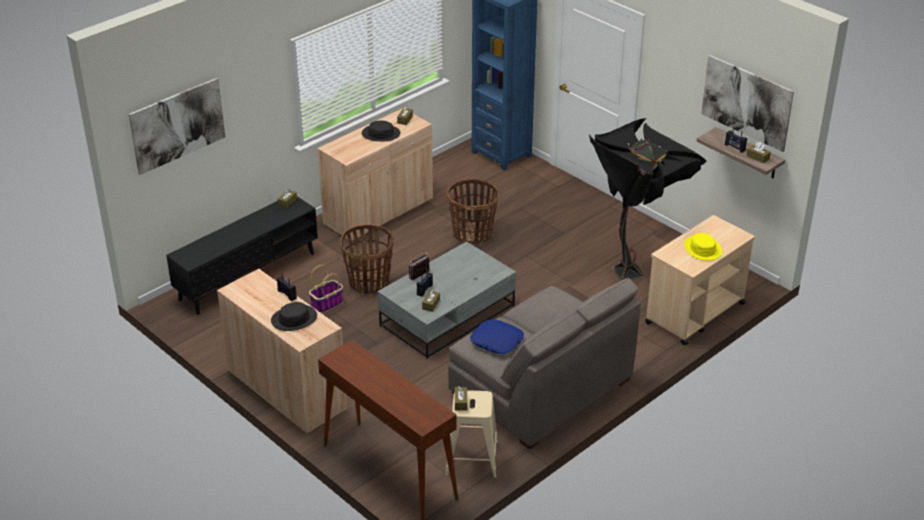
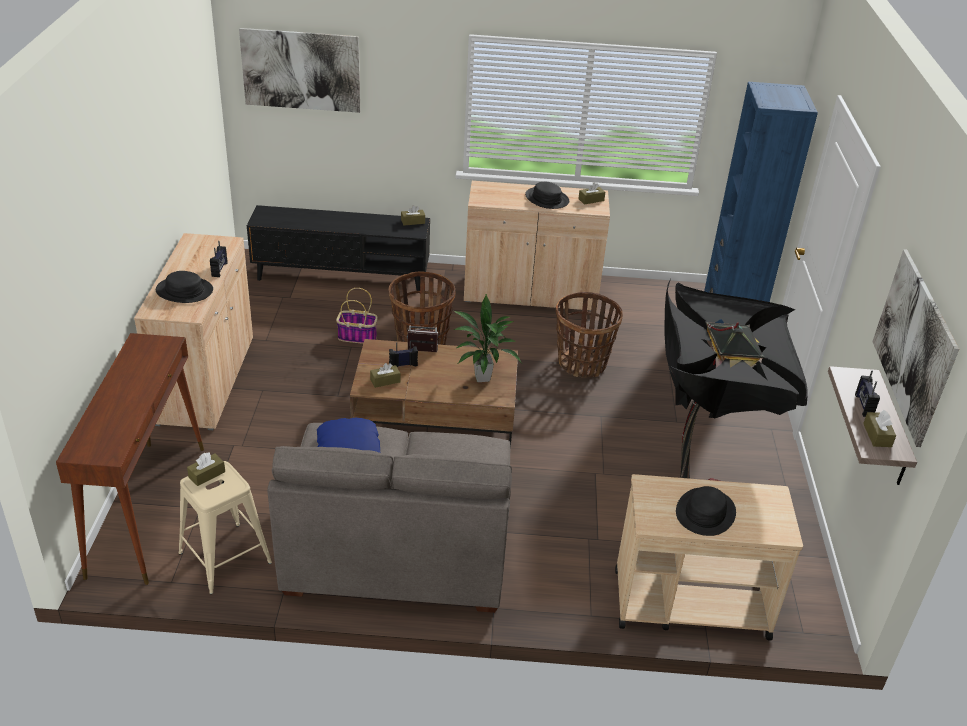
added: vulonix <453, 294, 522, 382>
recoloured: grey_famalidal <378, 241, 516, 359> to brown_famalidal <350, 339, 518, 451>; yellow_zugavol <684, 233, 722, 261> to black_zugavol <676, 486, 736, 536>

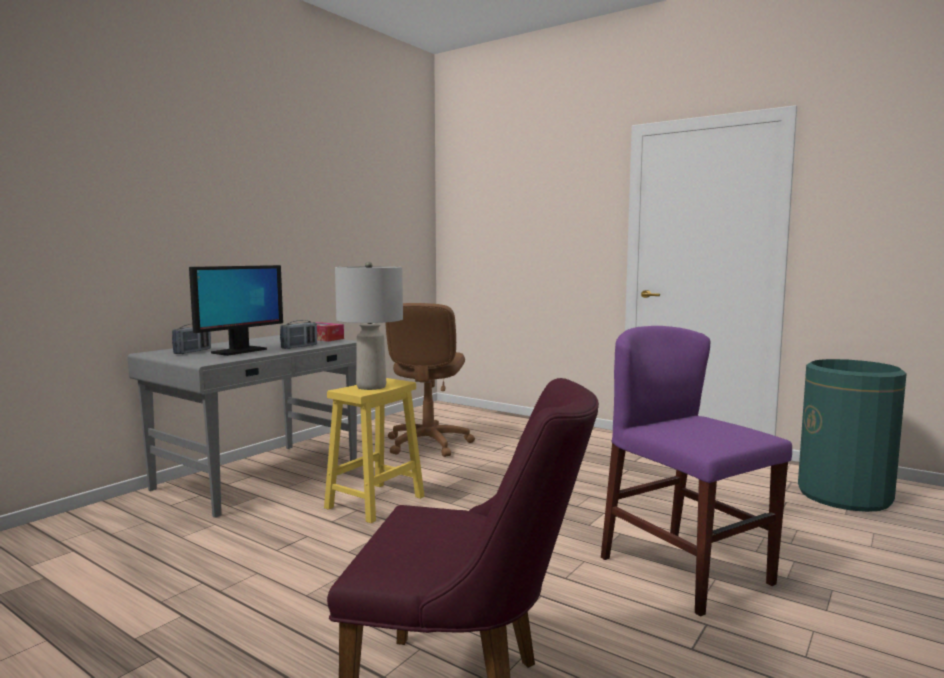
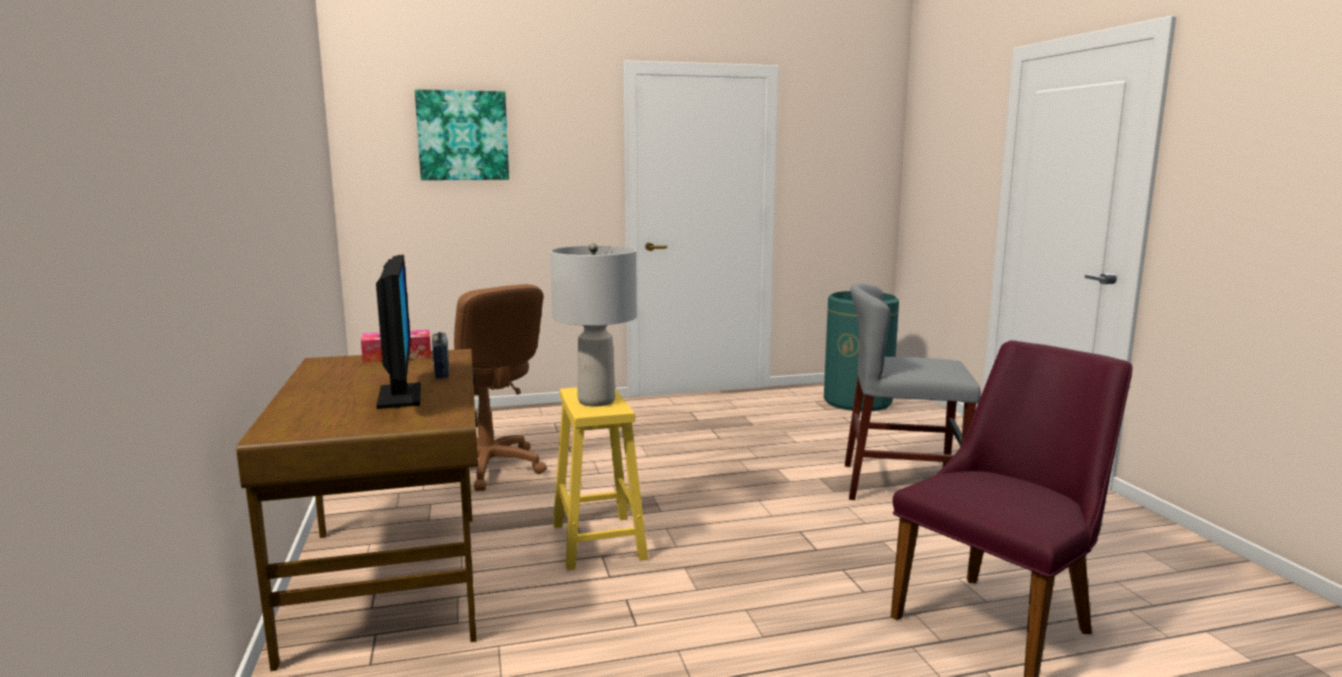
removed: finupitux <172, 324, 211, 354>
added: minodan <415, 89, 509, 180>
recoloured: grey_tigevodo <128, 335, 357, 518> to brown_tigevodo <236, 349, 478, 671>; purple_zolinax <601, 326, 792, 617> to grey_zolinax <845, 284, 981, 500>

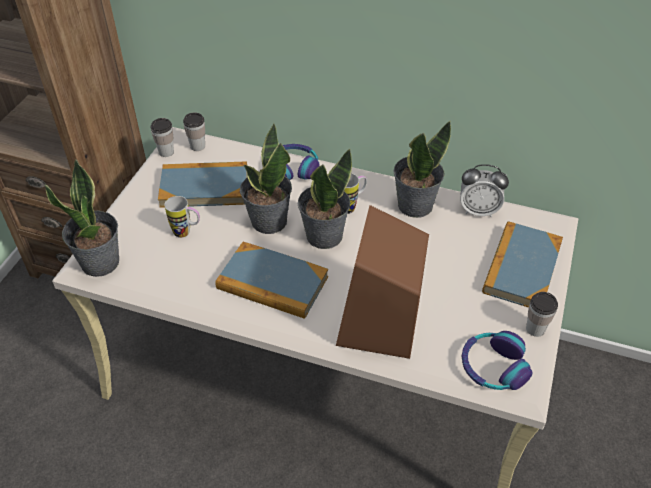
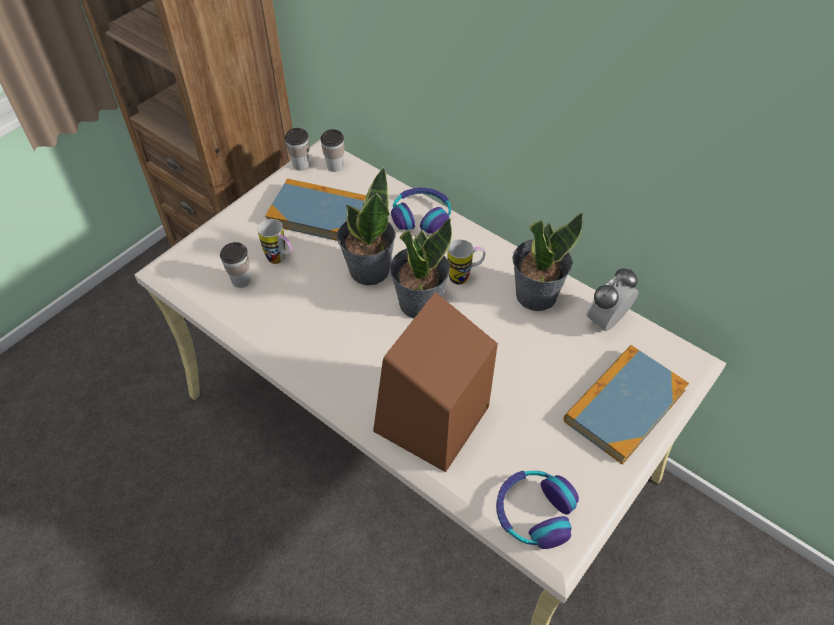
removed: vulonix <45, 159, 119, 277>; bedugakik <216, 242, 328, 319>
moved: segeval <526, 292, 558, 337> to <220, 242, 250, 288>
turned: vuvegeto <460, 164, 509, 217> = <586, 269, 639, 331> 105 degrees clockwise

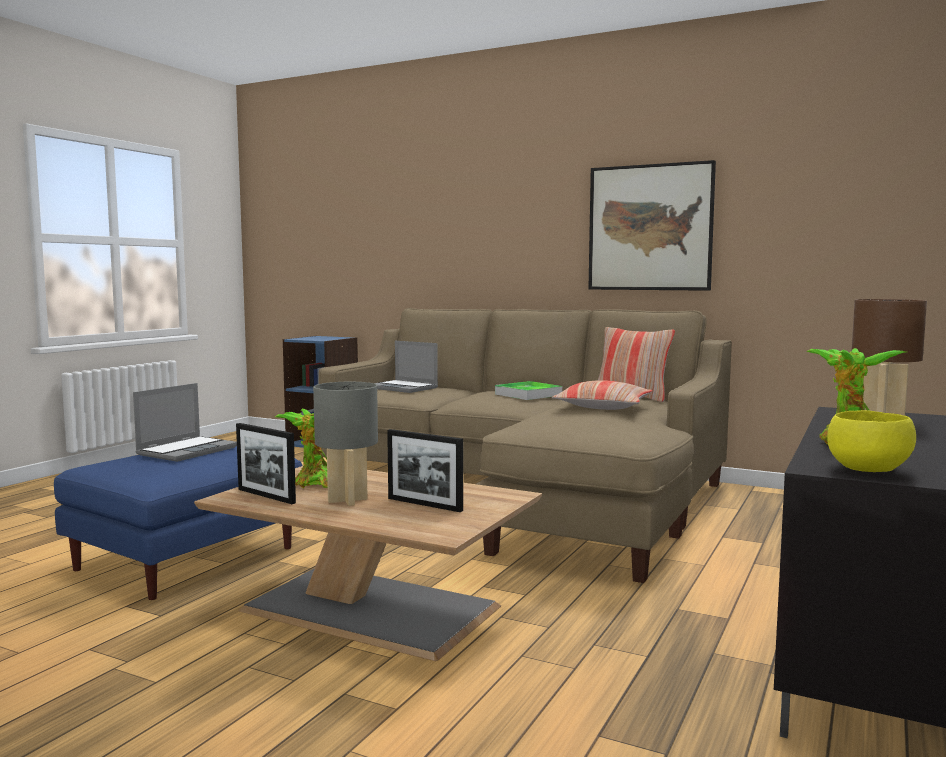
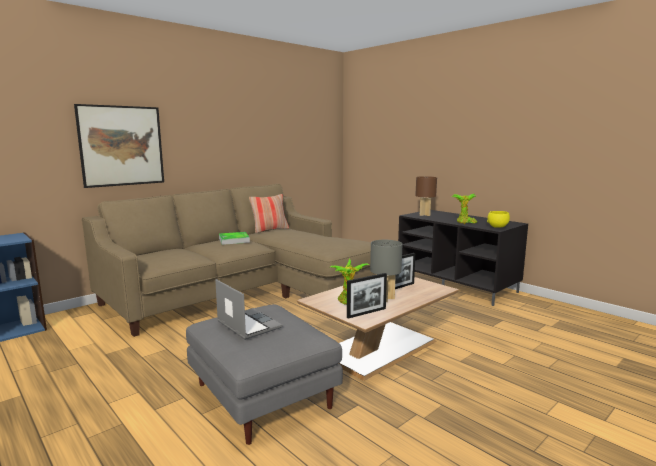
removed: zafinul <374, 341, 438, 393>; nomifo <552, 380, 653, 410>
moved: minodan <588, 160, 716, 291> to <74, 104, 164, 188>
recoloured: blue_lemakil <54, 446, 303, 600> to grey_lemakil <186, 304, 343, 445>

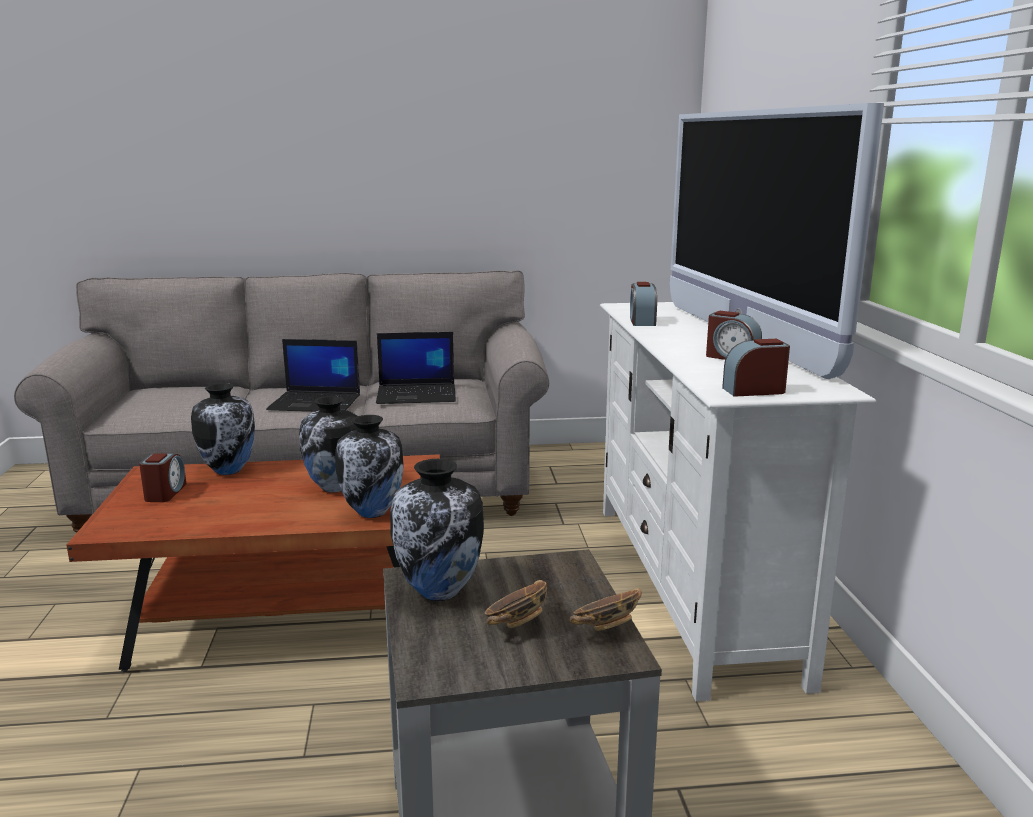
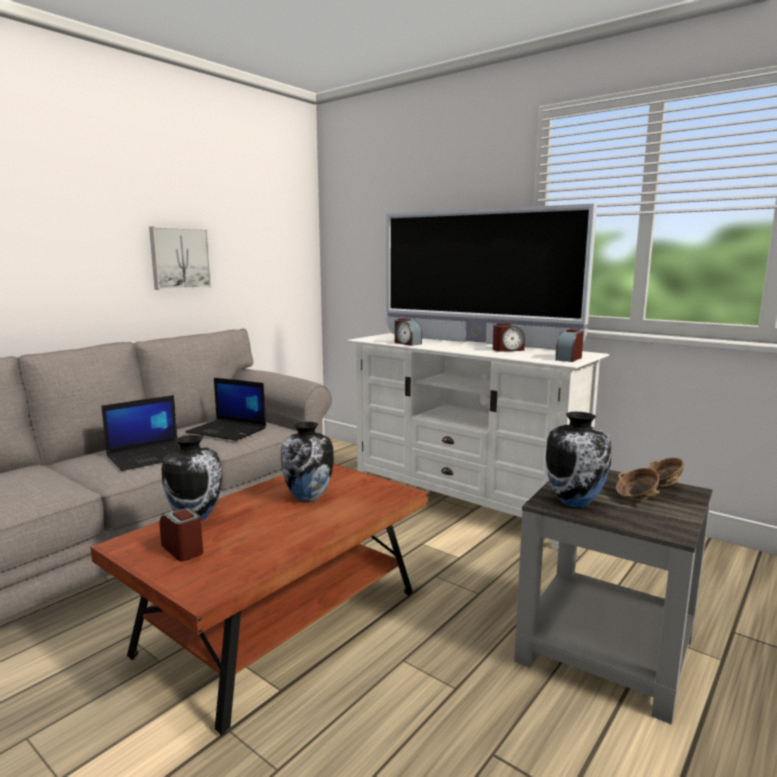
removed: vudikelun <335, 415, 404, 518>
added: minodan <149, 226, 212, 290>
turned: zafinul <376, 332, 456, 404> = <185, 378, 266, 441> 75 degrees clockwise

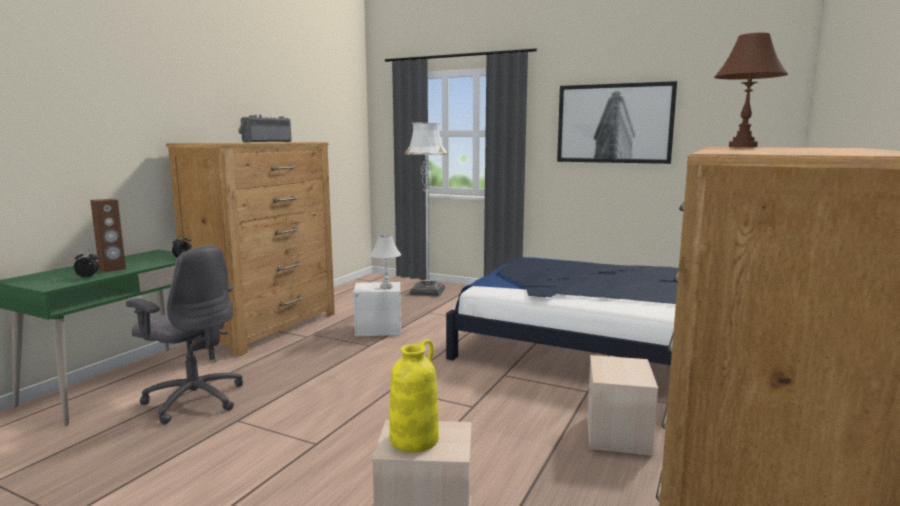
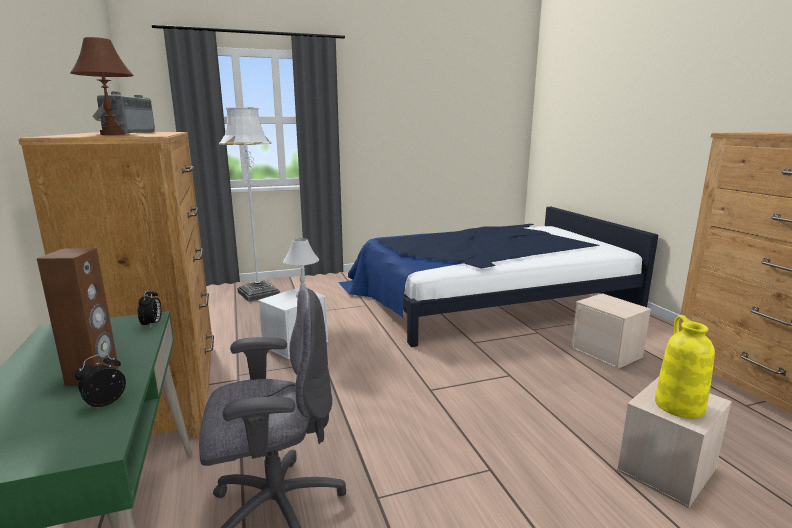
removed: minodan <557, 81, 677, 164>
moved: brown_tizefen <714, 33, 788, 147> to <70, 37, 134, 135>

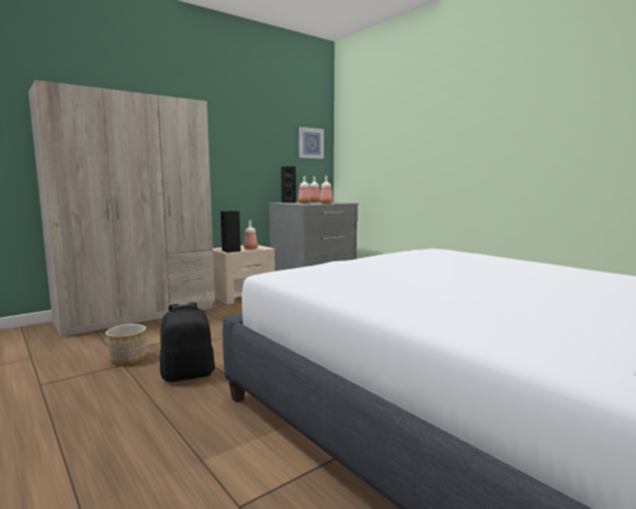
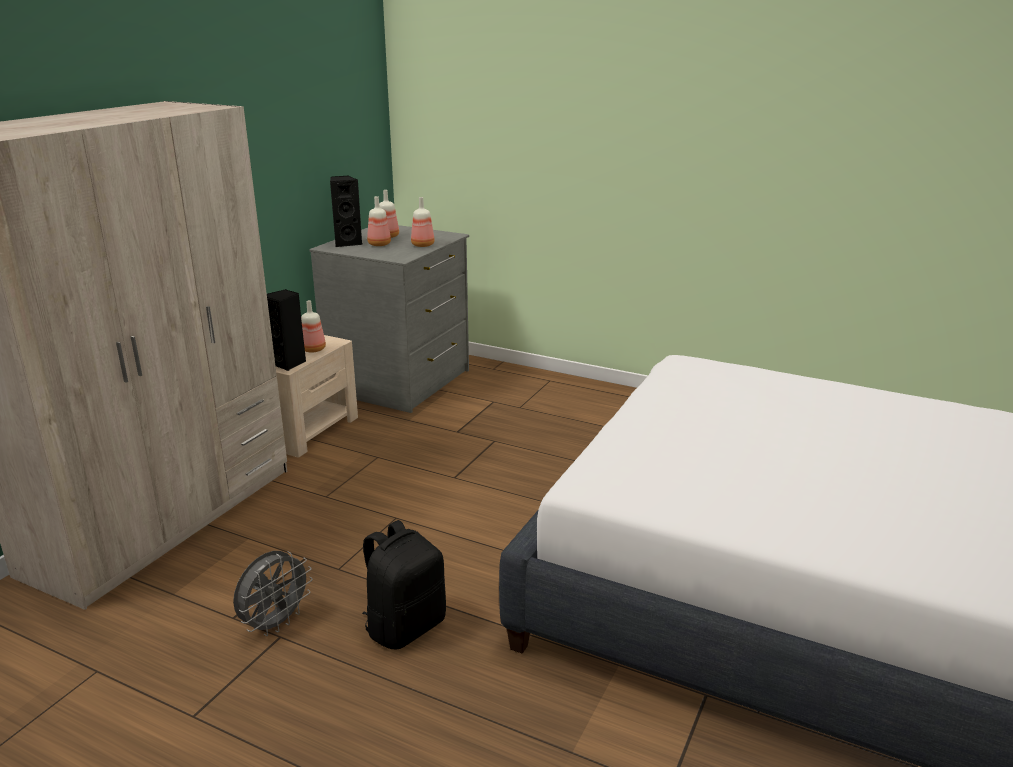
removed: minodan <299, 127, 324, 159>
replaced: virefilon <106, 324, 146, 366> to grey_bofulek <233, 551, 313, 636>

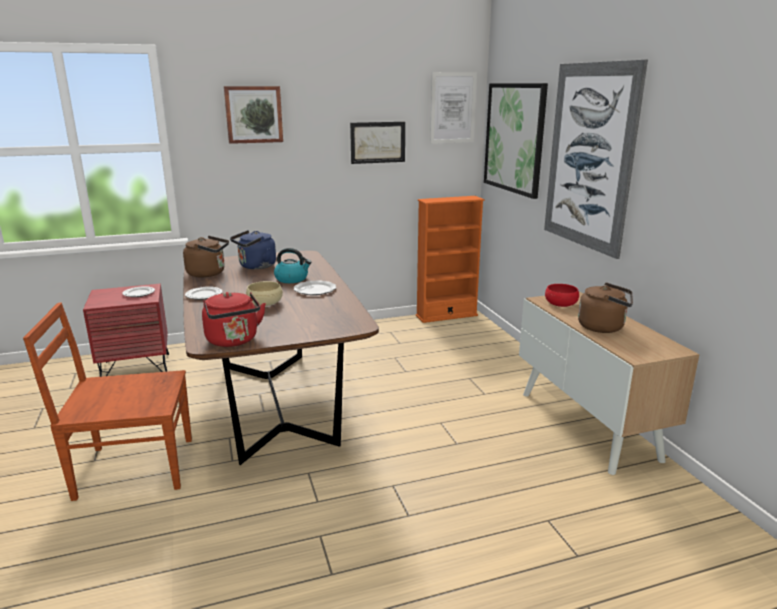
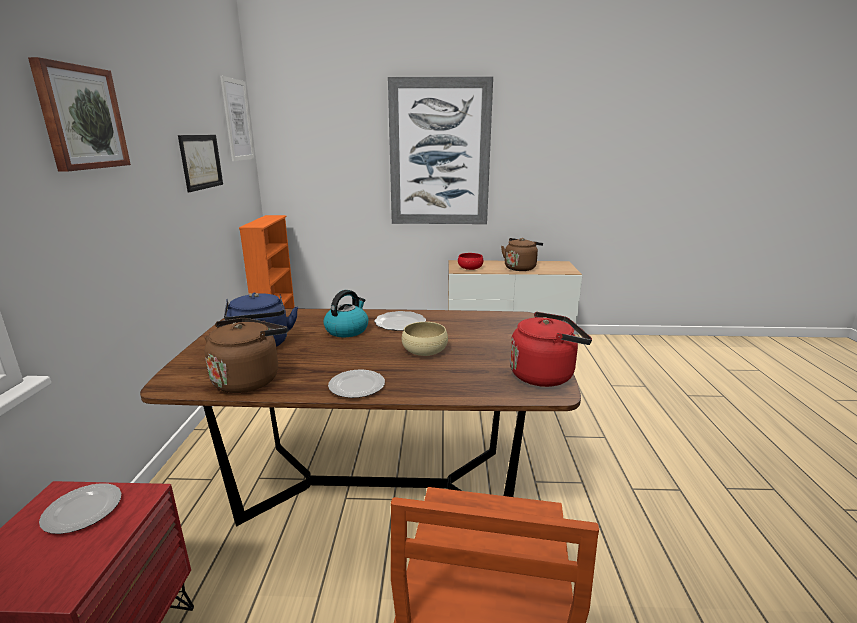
removed: minodan <484, 83, 548, 199>

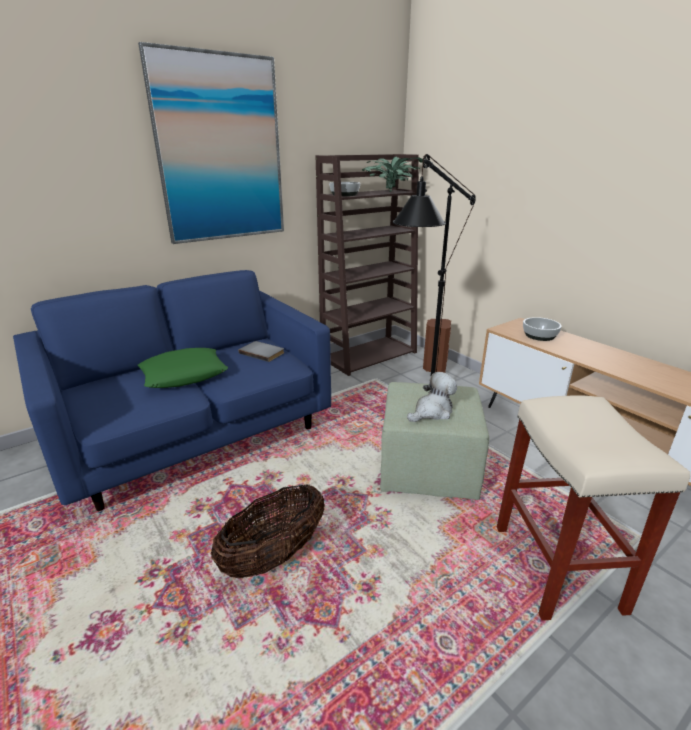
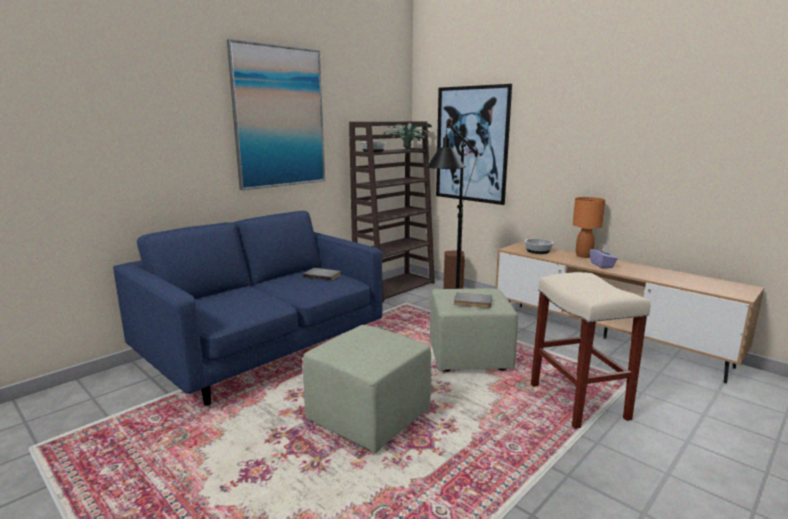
removed: green_nomifo <137, 348, 228, 388>
added: minodan <436, 84, 512, 205>; orange_tizefen <573, 197, 605, 258>; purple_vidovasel <590, 245, 617, 268>
replaced: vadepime <211, 484, 325, 579> to green_lemakil <303, 325, 431, 453>; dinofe <407, 372, 457, 422> to grey_bedugakik <454, 293, 492, 308>

